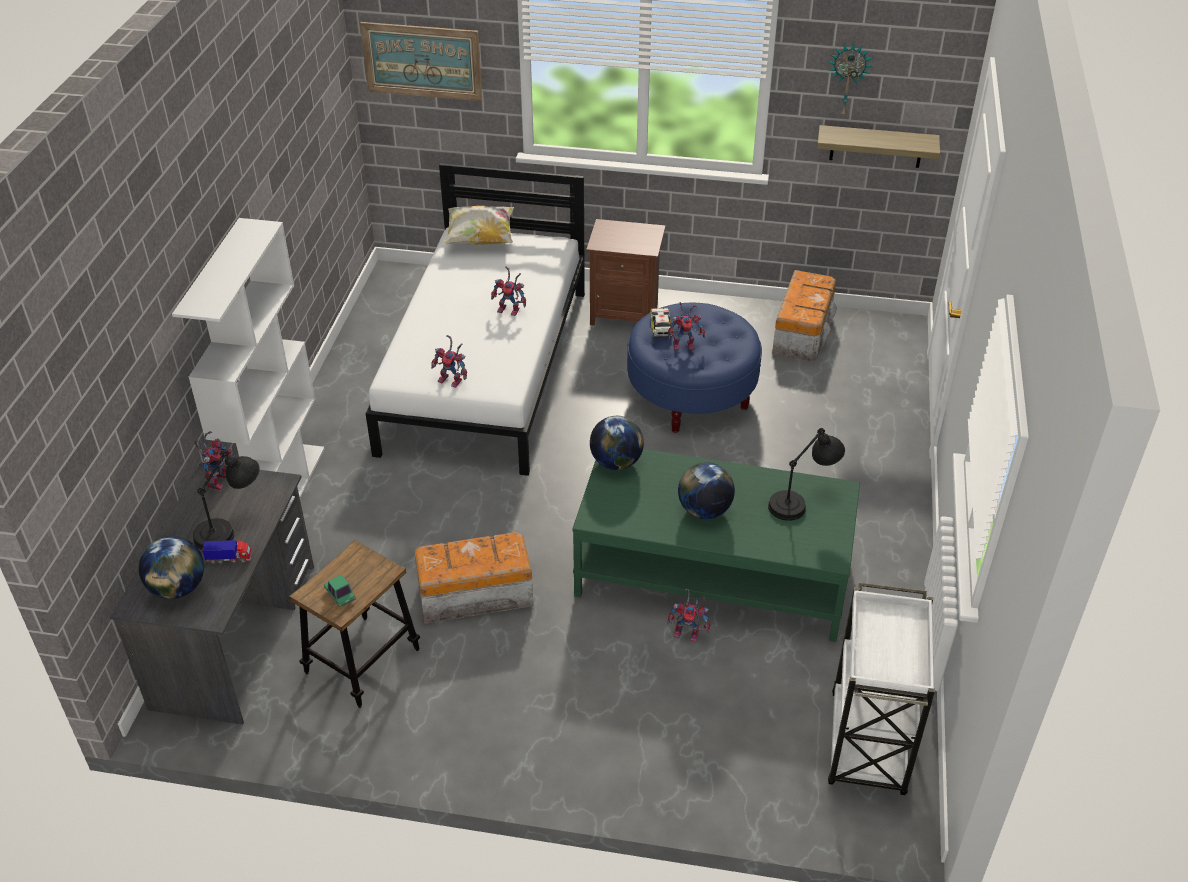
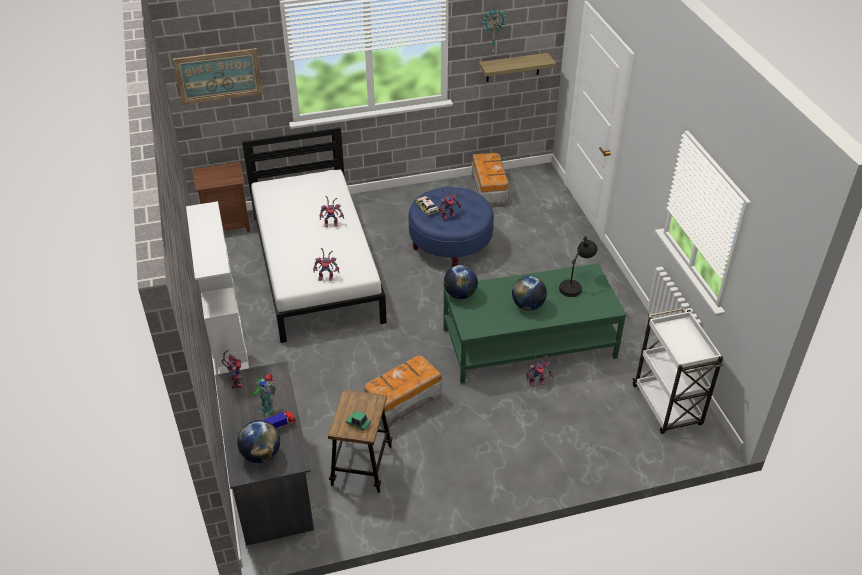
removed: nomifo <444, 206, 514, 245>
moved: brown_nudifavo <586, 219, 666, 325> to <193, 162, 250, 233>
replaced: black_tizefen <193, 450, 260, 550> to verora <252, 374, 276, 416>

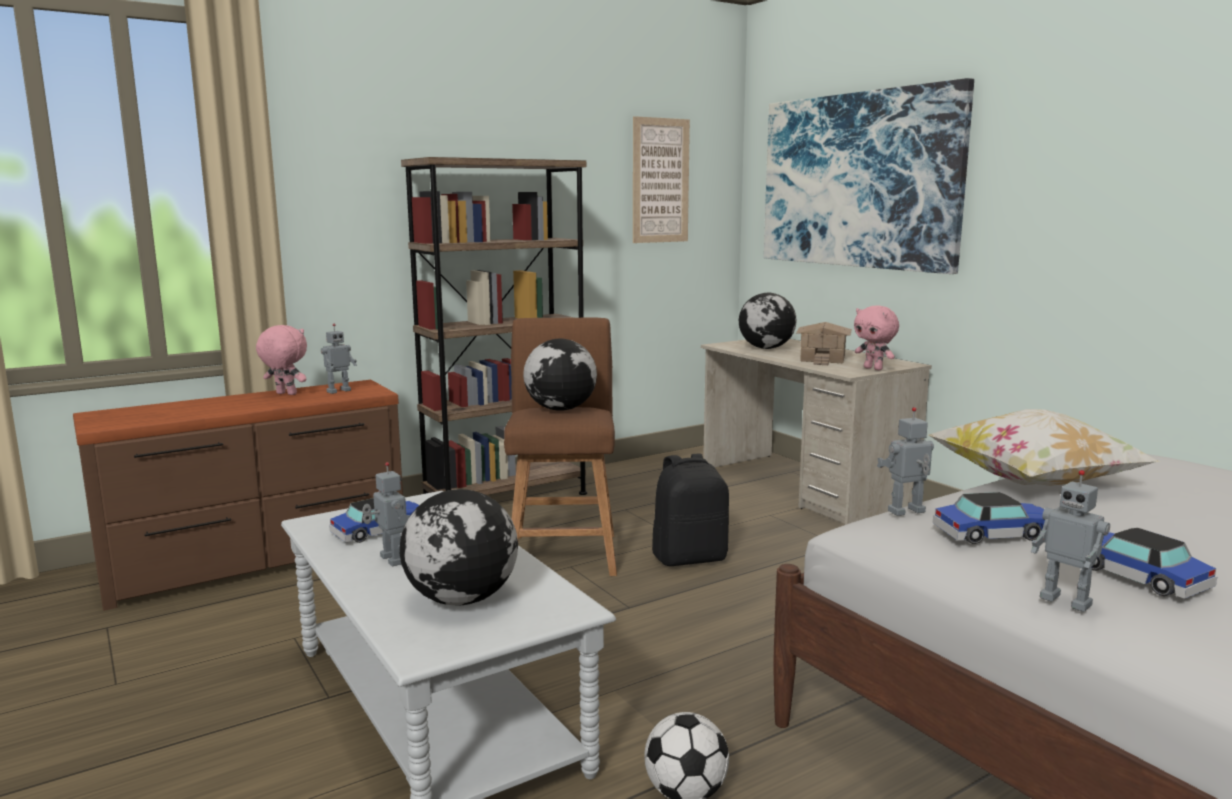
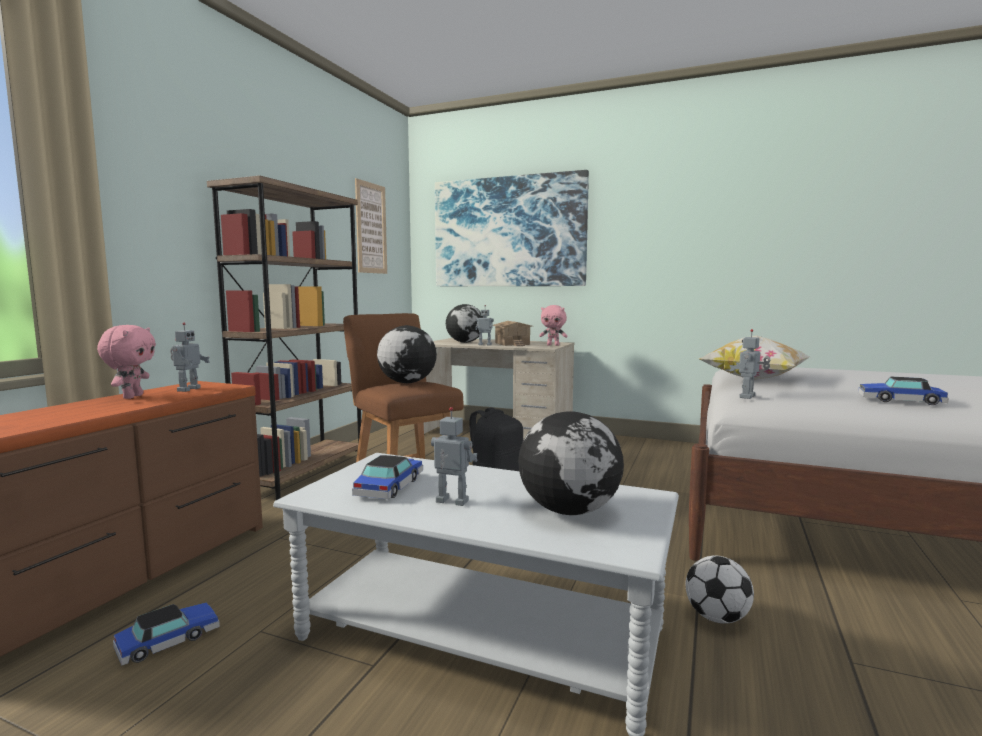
moved: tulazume <933, 492, 1045, 544> to <113, 602, 220, 666>; verora <1031, 470, 1110, 612> to <475, 305, 494, 345>
turned: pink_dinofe <256, 325, 307, 395> = <97, 325, 156, 399> 105 degrees clockwise

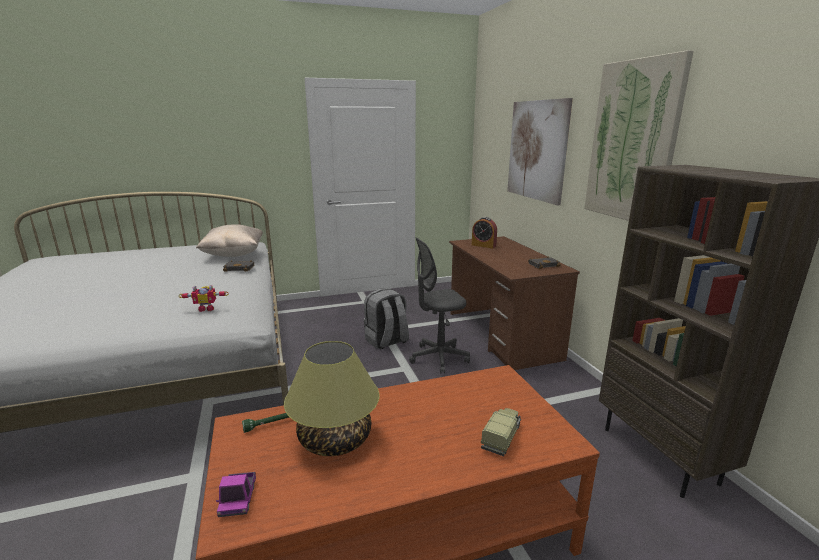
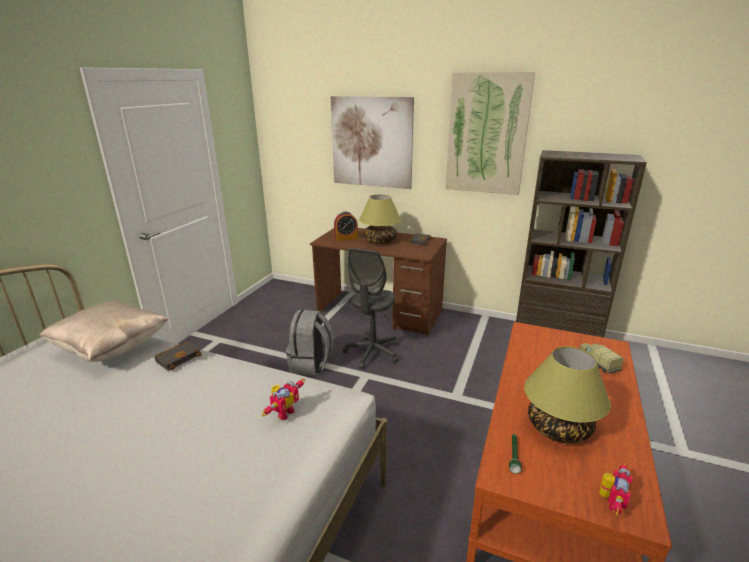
added: tizefen <359, 194, 401, 244>
replaced: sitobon <216, 472, 256, 517> to verora <599, 463, 633, 516>

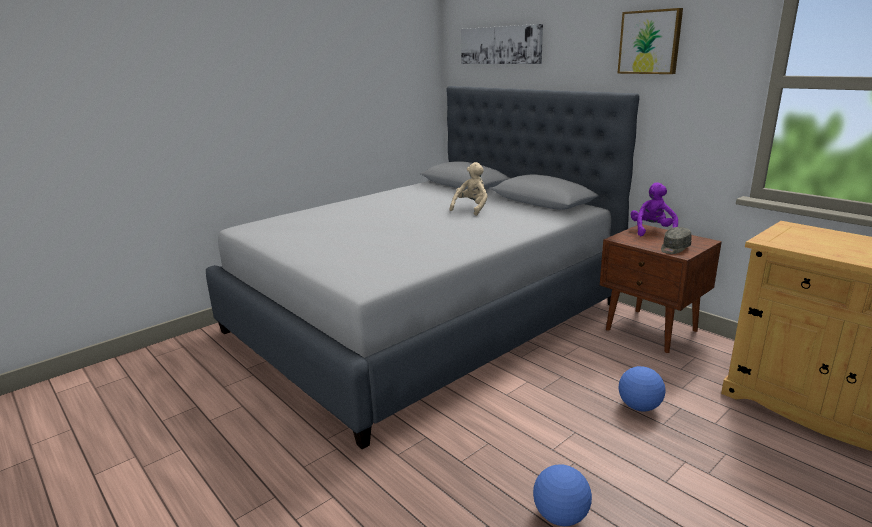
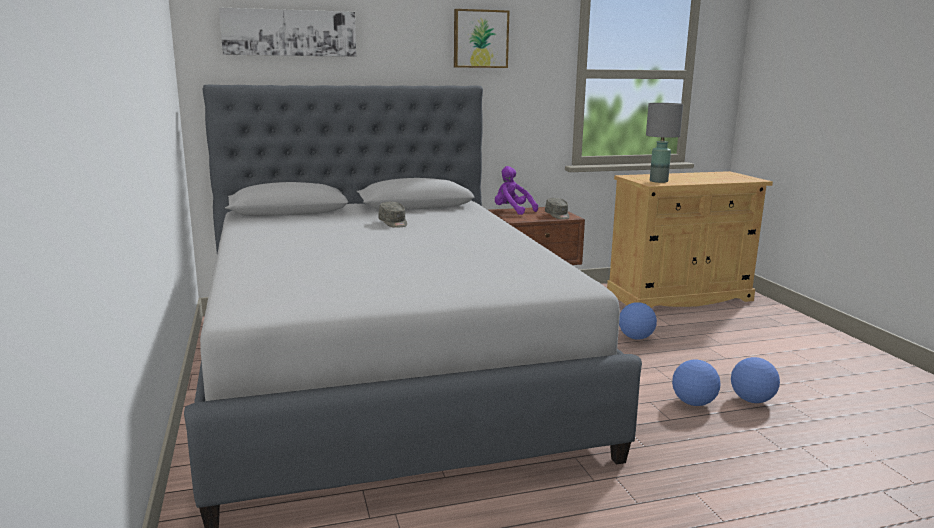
added: grey_tizefen <646, 103, 683, 183>; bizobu <672, 359, 721, 406>
replaced: beige_dinofe <450, 162, 488, 216> to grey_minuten <379, 202, 407, 228>

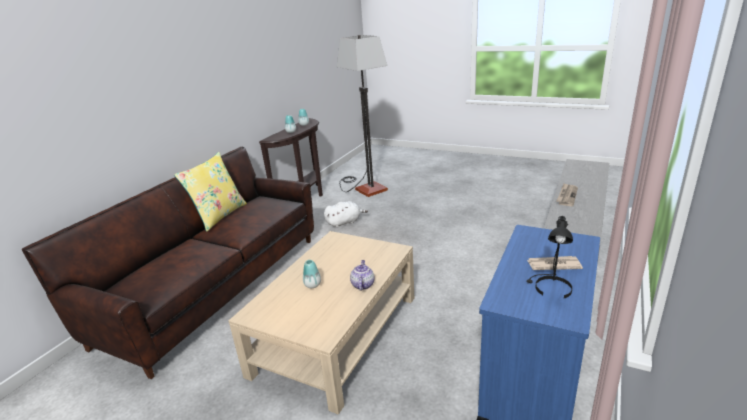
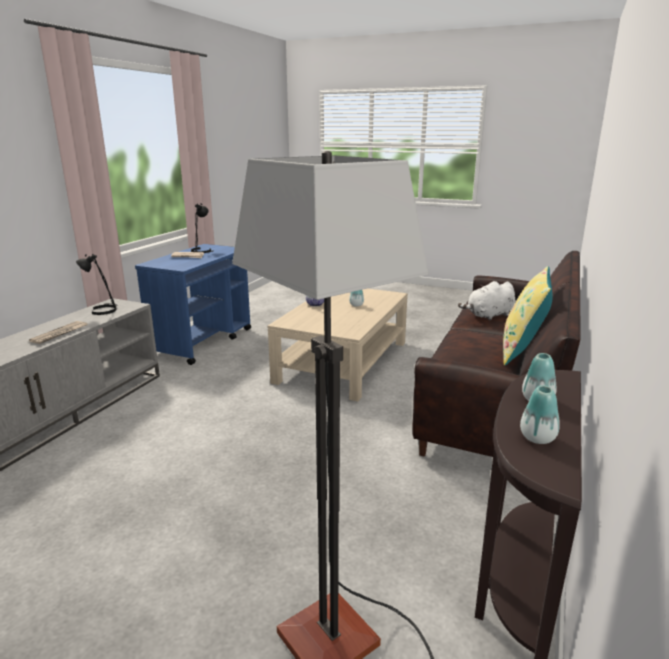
added: black_tizefen <76, 254, 118, 315>
moved: white_dinofe <324, 201, 368, 228> to <458, 281, 515, 320>

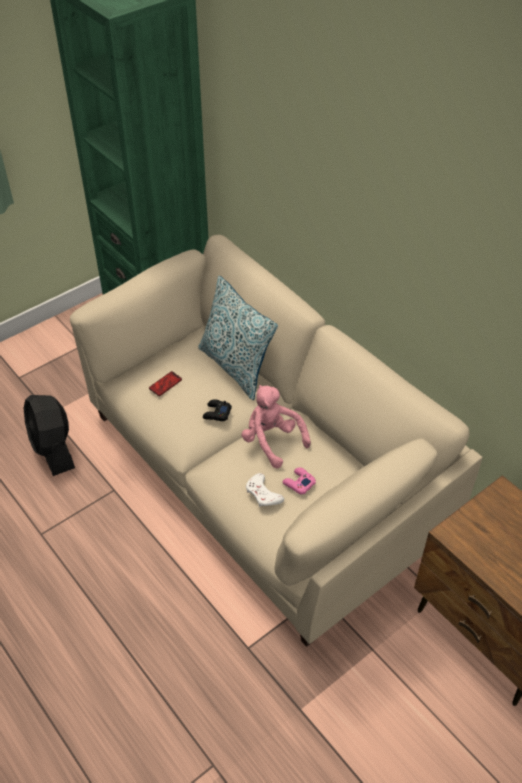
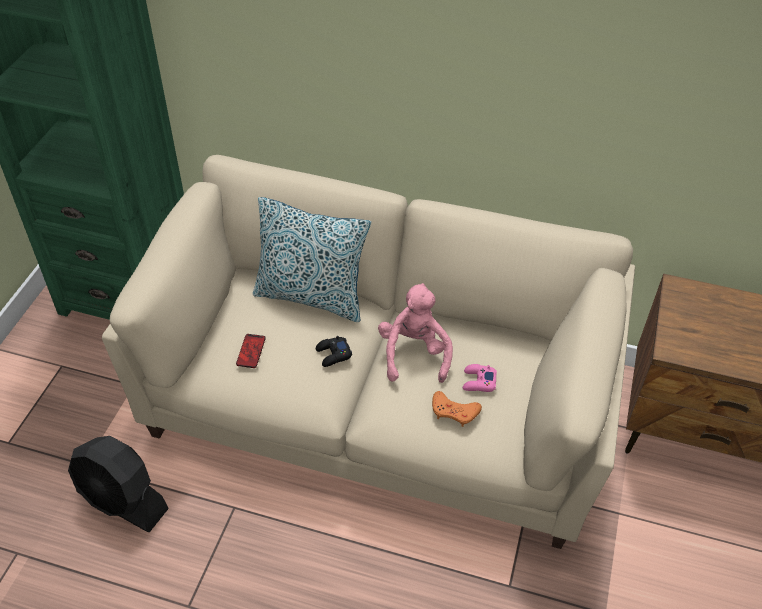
recoloured: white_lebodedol <246, 473, 284, 507> to orange_lebodedol <432, 391, 482, 427>
turned: pink_dinofe <242, 385, 311, 468> = <378, 283, 453, 383> 75 degrees clockwise

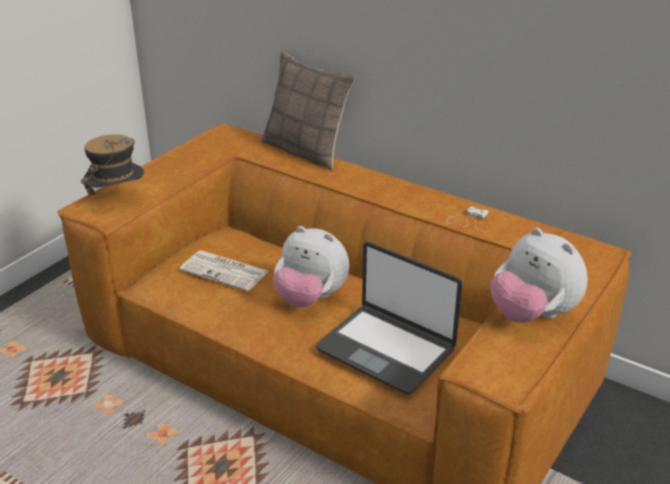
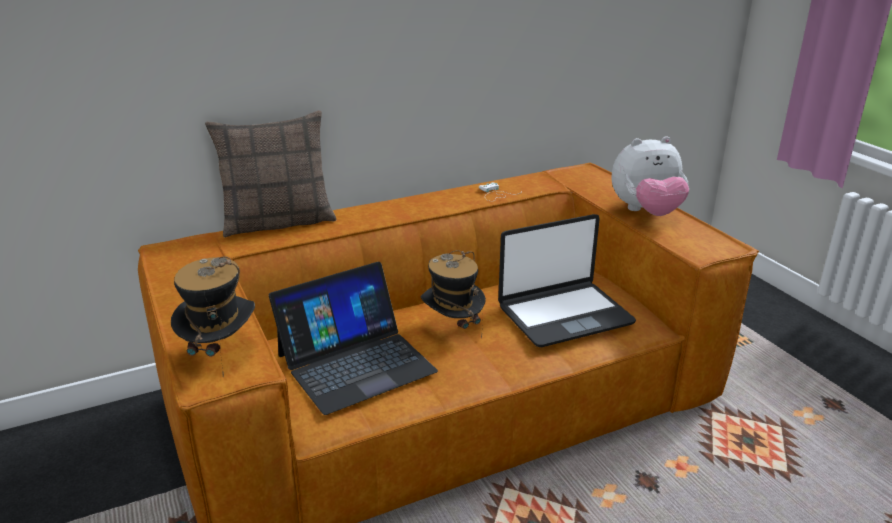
replaced: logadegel <180, 250, 269, 291> to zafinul <269, 262, 438, 415>; dinofe <273, 226, 349, 308> to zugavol <421, 250, 486, 339>

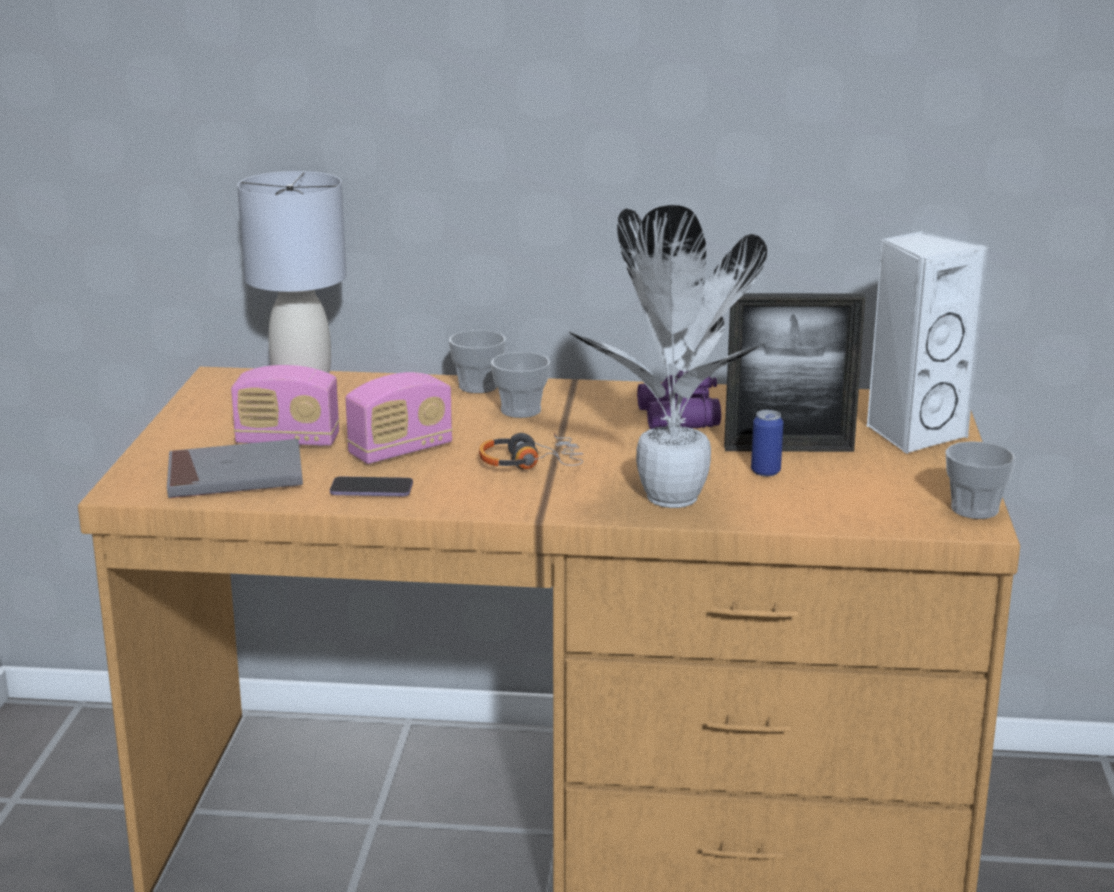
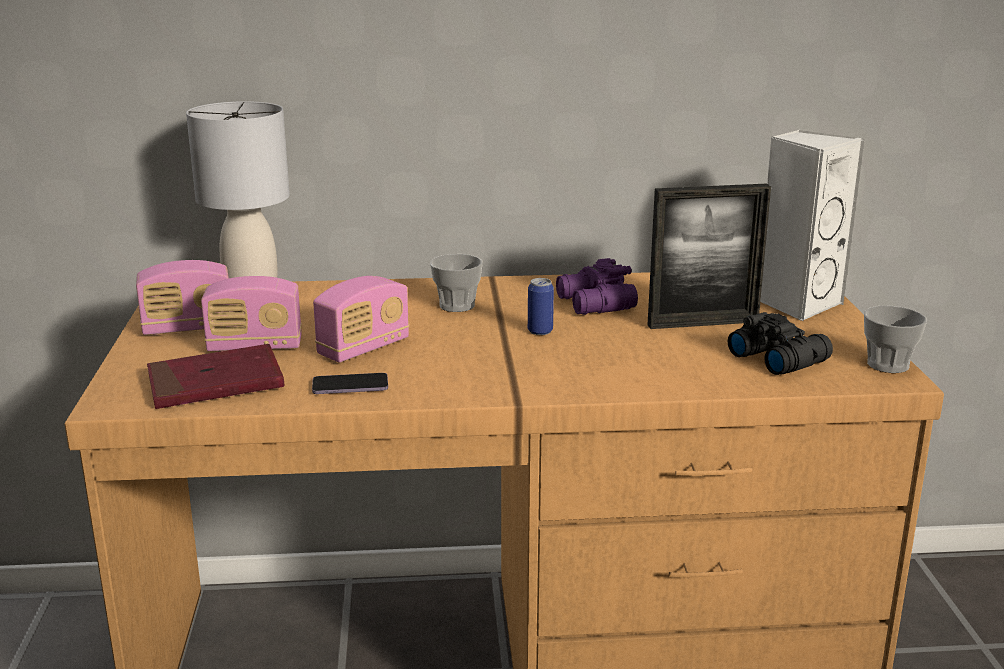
removed: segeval <449, 330, 506, 393>; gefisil <479, 433, 583, 469>; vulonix <569, 205, 767, 508>
added: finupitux <136, 260, 229, 335>; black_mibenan <728, 312, 833, 375>
moved: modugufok <751, 410, 783, 476> to <528, 278, 554, 335>
recoloured: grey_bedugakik <167, 439, 303, 498> to red_bedugakik <147, 344, 285, 409>

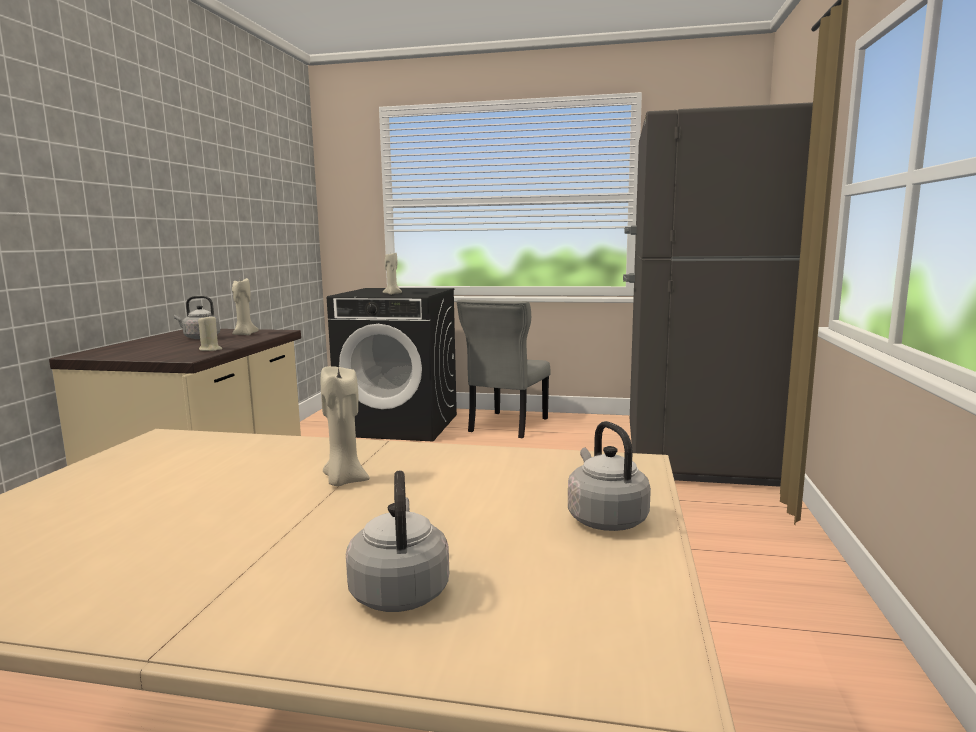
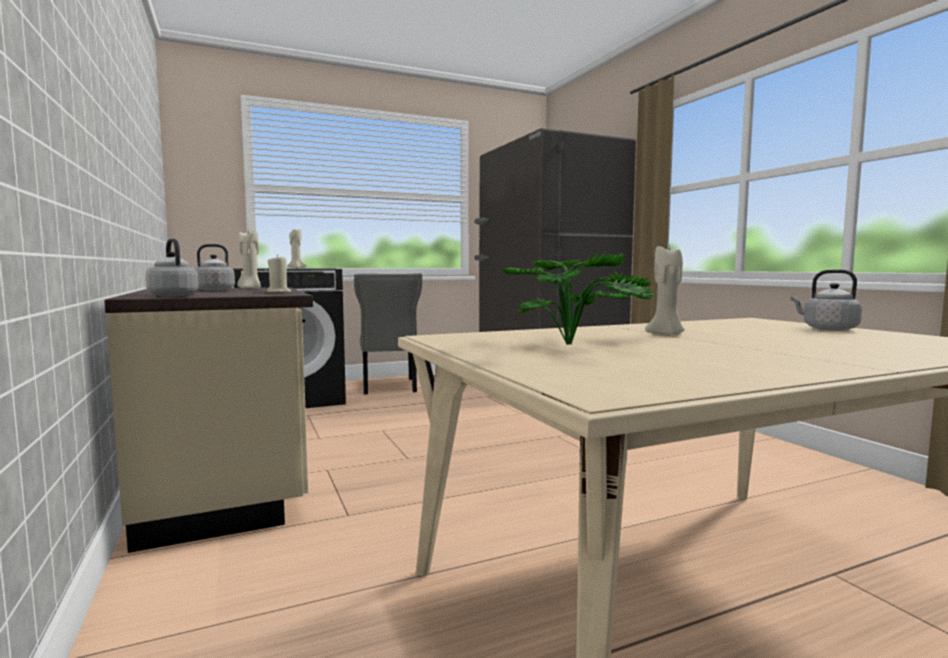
added: vulonix <500, 253, 655, 345>
moved: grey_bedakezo <346, 470, 449, 612> to <145, 239, 198, 297>

